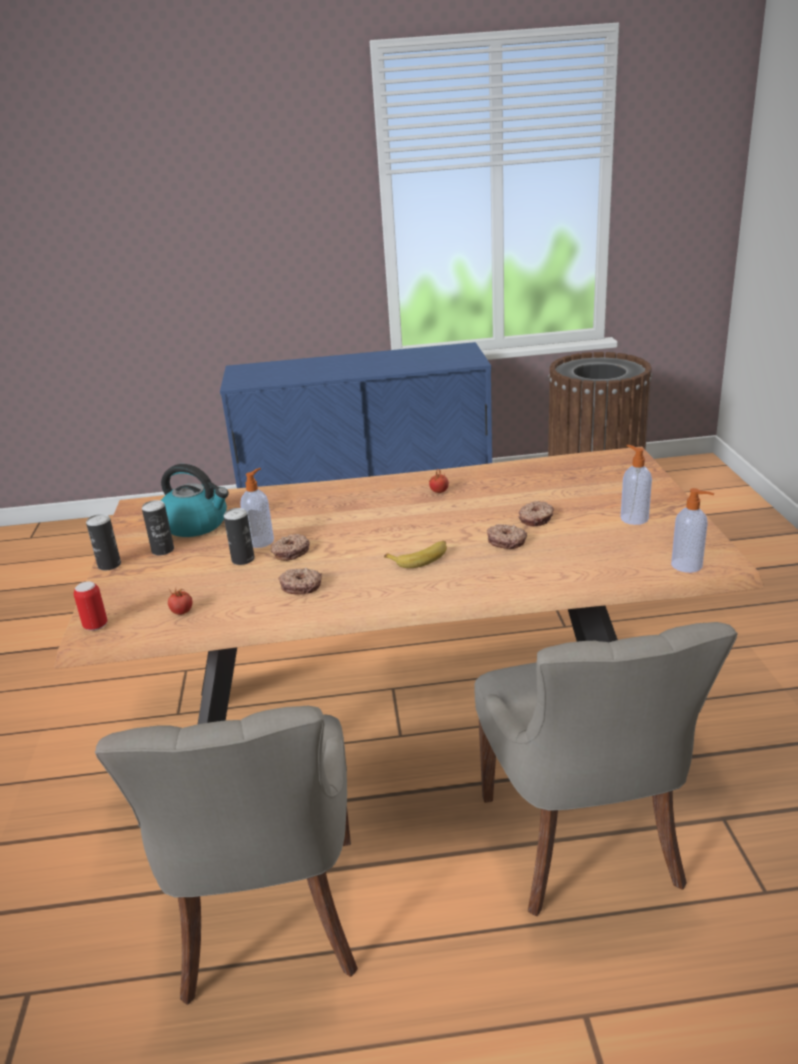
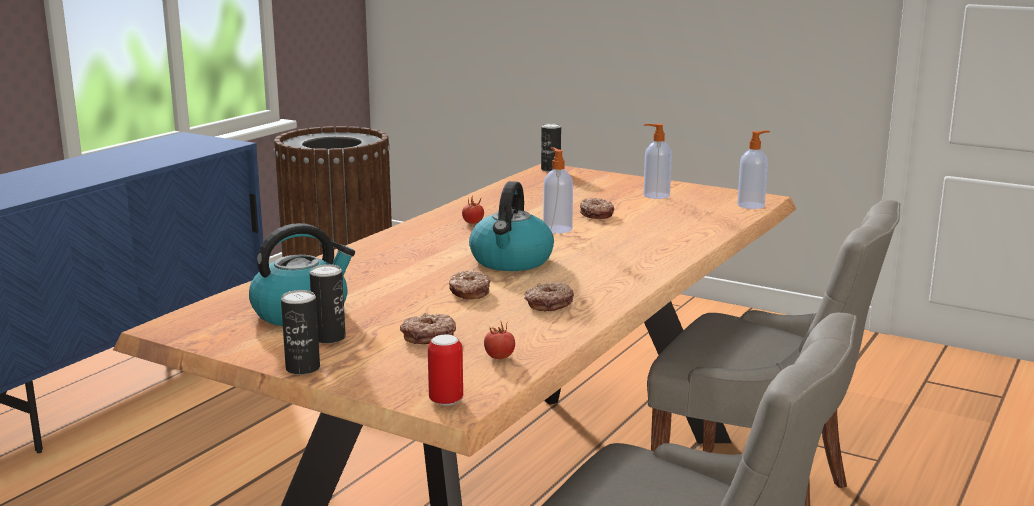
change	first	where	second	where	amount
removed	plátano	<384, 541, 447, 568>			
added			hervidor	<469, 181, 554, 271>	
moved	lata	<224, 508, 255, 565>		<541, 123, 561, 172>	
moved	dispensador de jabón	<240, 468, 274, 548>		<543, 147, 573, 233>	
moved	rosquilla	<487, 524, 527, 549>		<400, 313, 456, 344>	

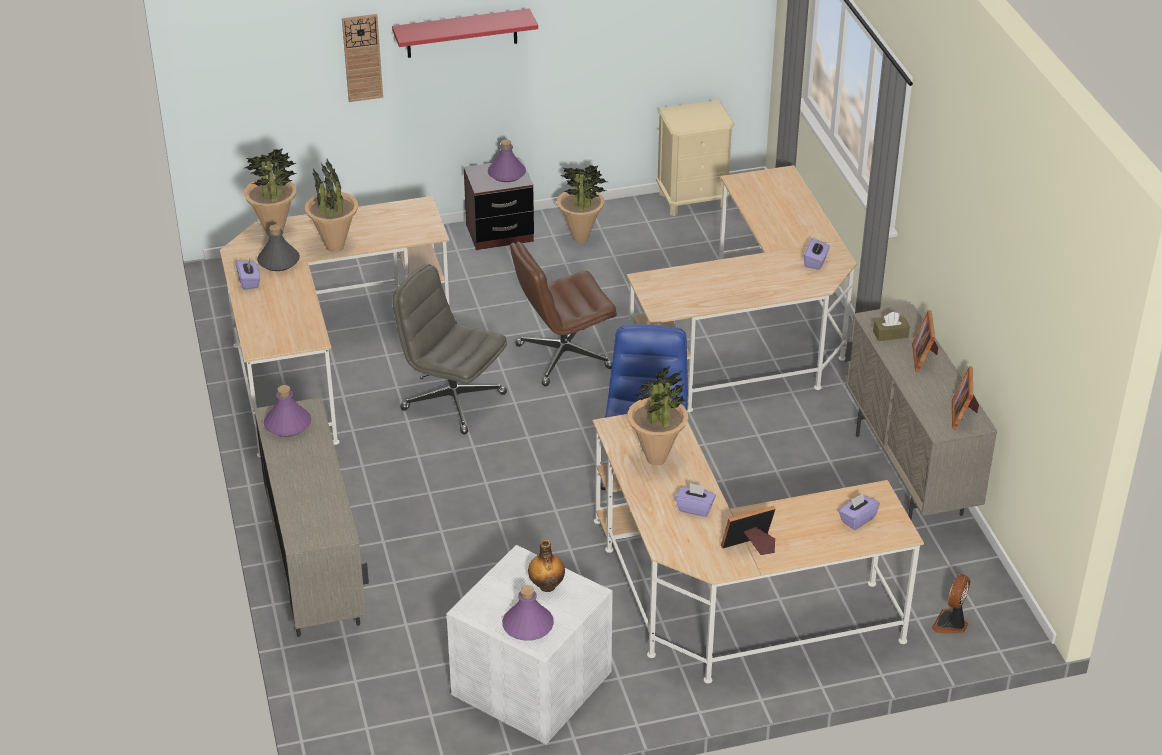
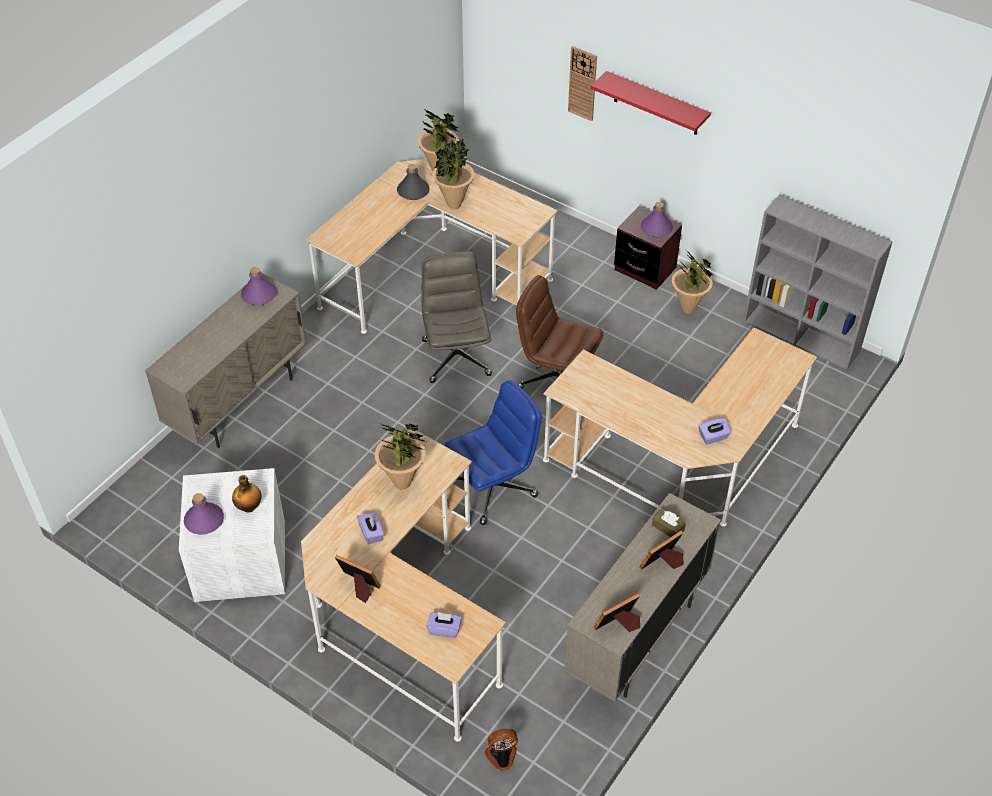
change	first	where	second	where	amount
removed	caja de pañuelos/morado	<236, 258, 260, 290>			
replaced	mesita de noche/beis	<656, 100, 735, 216>	estantería/gris	<743, 194, 893, 370>	

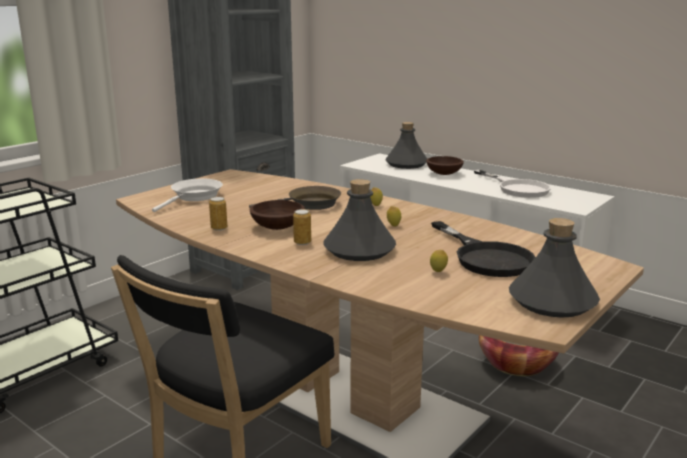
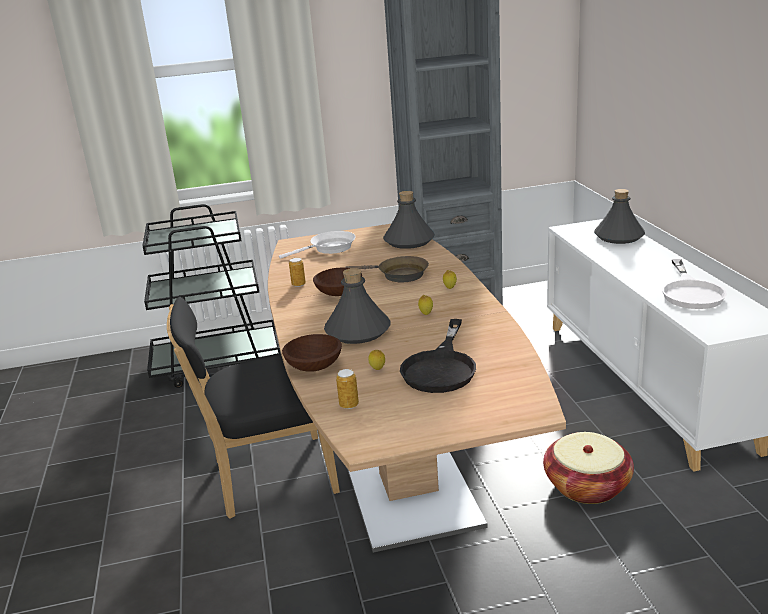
change	first	where	second	where	amount
moved	lata	<293, 209, 311, 245>		<336, 369, 359, 409>	
moved	cuenco/marrón	<426, 156, 464, 175>		<282, 334, 342, 372>	
moved	botella/gris	<509, 218, 600, 318>		<383, 191, 435, 249>	

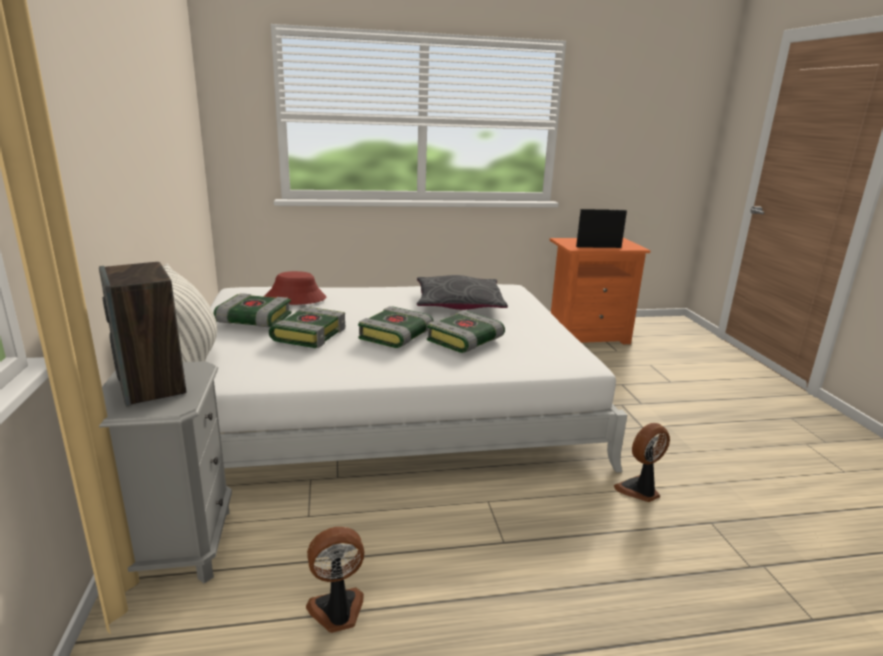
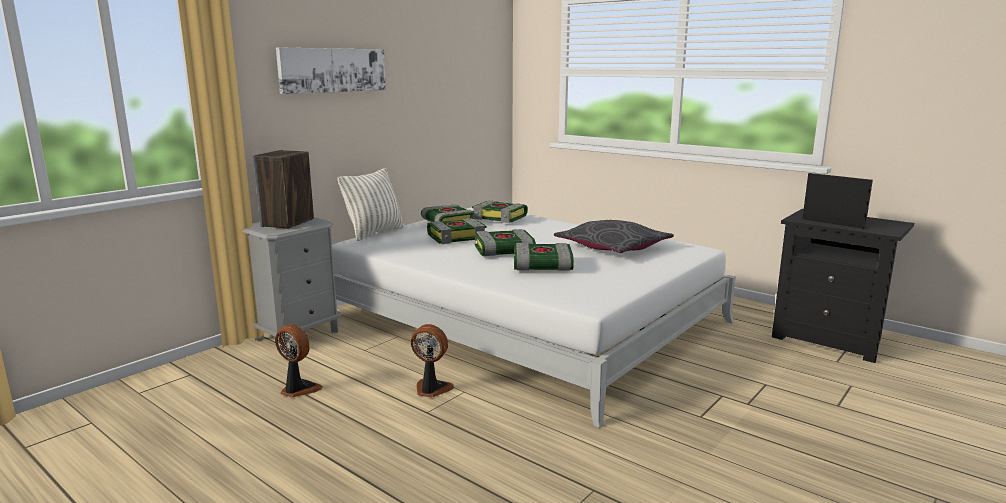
change	first	where	second	where	amount
added			cuadro	<276, 47, 386, 94>	
moved	ventilador	<614, 423, 670, 502>		<411, 324, 454, 398>	
replaced	sombrero/rojo	<264, 271, 326, 305>	libro	<472, 201, 528, 223>	
recoloured	mesita de noche/naranja	<550, 238, 651, 344>	mesita de noche/negro	<772, 209, 914, 363>	

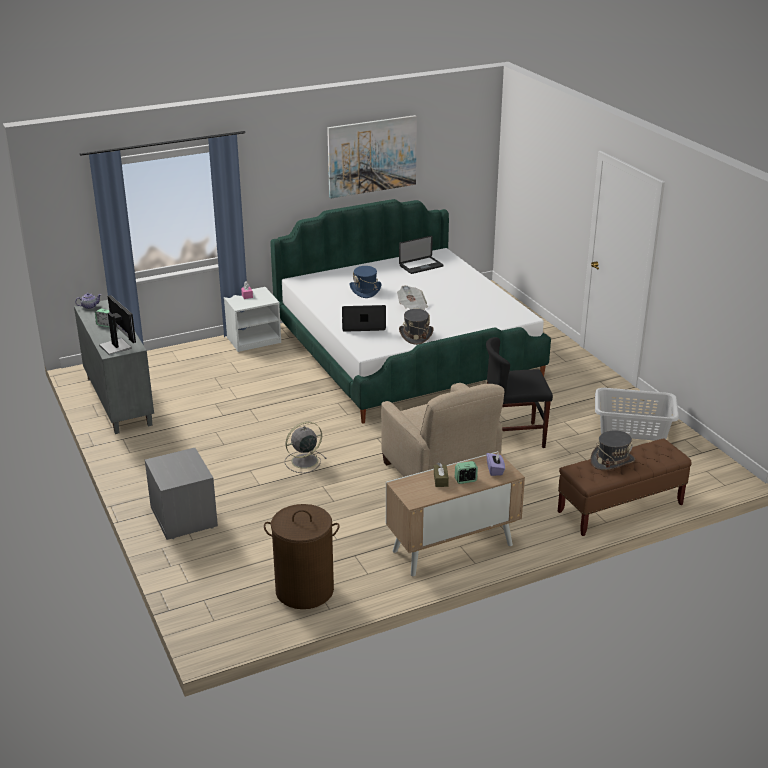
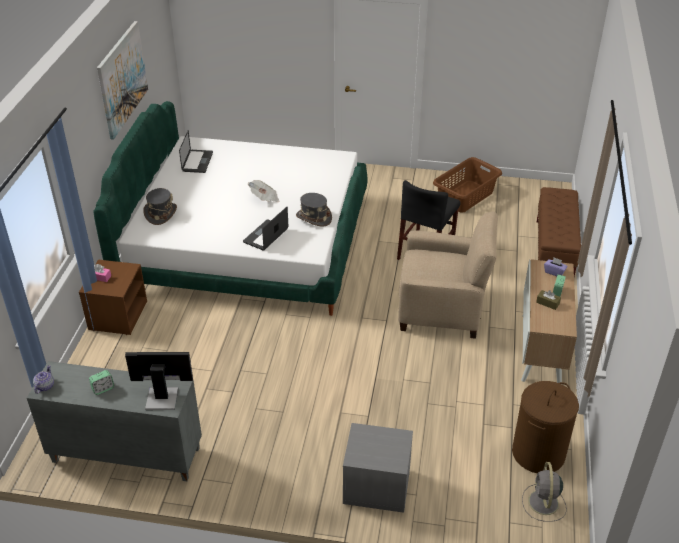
change	first	where	second	where	amount
removed	sombrero/azul	<349, 266, 381, 298>			
moved	ventilador/gris	<285, 422, 327, 473>		<522, 462, 567, 522>	
moved	sombrero/gris	<590, 431, 635, 470>		<143, 188, 177, 225>	
recoloured	mesita de noche/blanco	<224, 287, 281, 352>	mesita de noche/marrón	<79, 260, 147, 335>	
recoloured	cesto de la ropa/gris	<595, 388, 679, 441>	cesto de la ropa/marrón	<433, 157, 502, 213>	

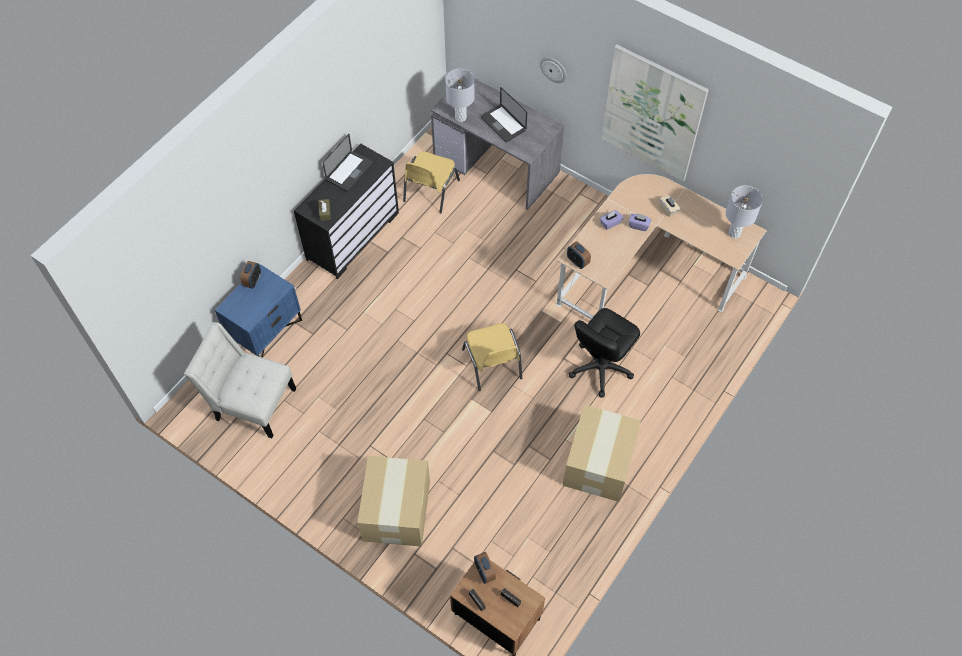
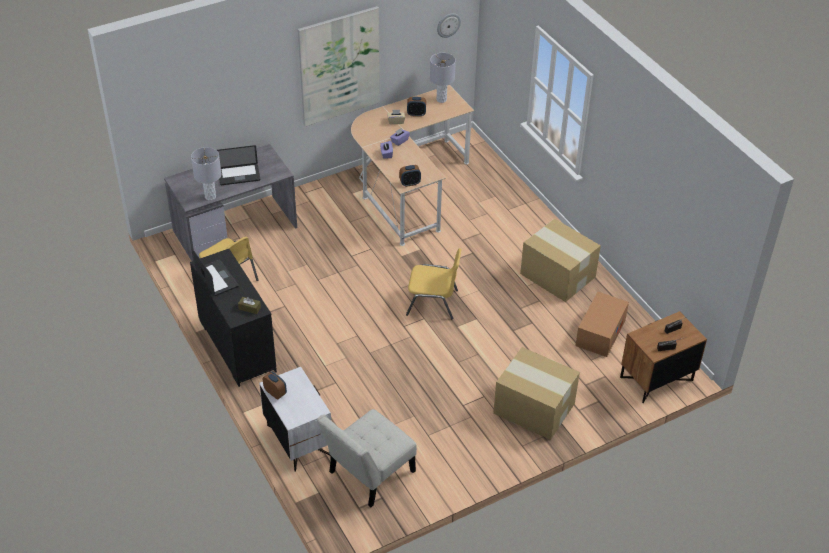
change	first	where	second	where	amount
removed	silla de oficina/negro	<569, 308, 640, 397>			
added			caja de cartón	<575, 292, 629, 357>	
moved	despertador	<474, 552, 496, 584>		<407, 97, 426, 117>	
moved	reloj de pared	<540, 57, 567, 83>		<437, 13, 461, 38>	
recoloured	mesita de noche/azul	<215, 264, 302, 358>	mesita de noche/blanco	<259, 367, 331, 471>	

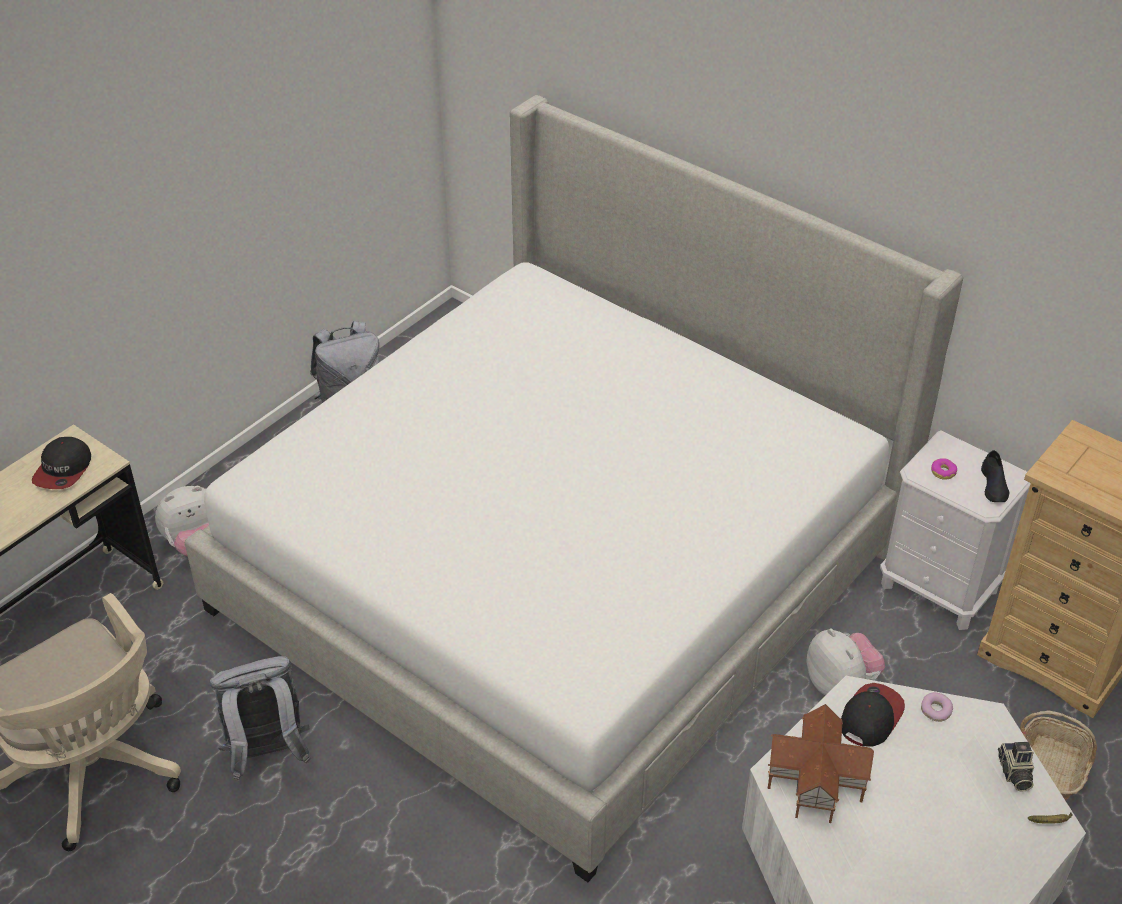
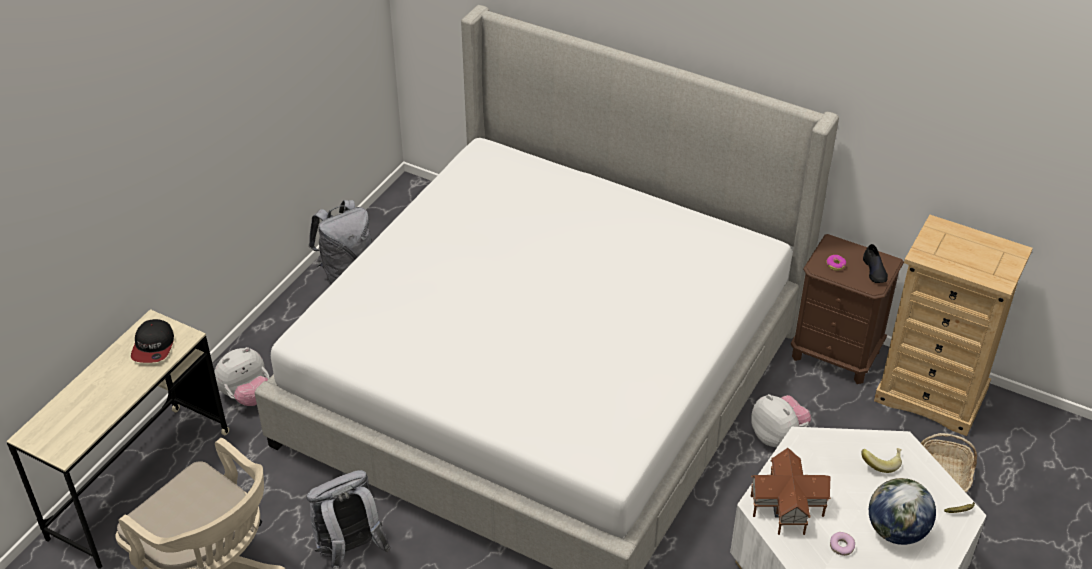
change	first	where	second	where	amount
removed	gorra	<841, 683, 905, 747>			
removed	cámara	<998, 742, 1034, 792>			
added			plátano	<861, 448, 902, 473>	
added			globo terráqueo	<869, 478, 936, 545>	
moved	rosquilla	<921, 692, 953, 722>		<830, 532, 855, 556>	
recoloured	mesita de noche/blanco	<880, 430, 1031, 630>	mesita de noche/marrón	<791, 234, 904, 384>	

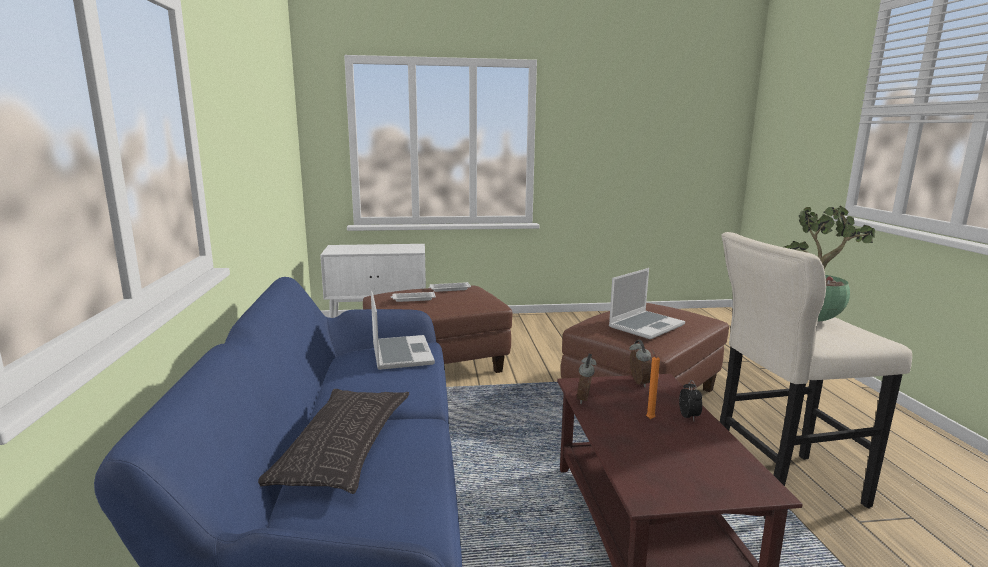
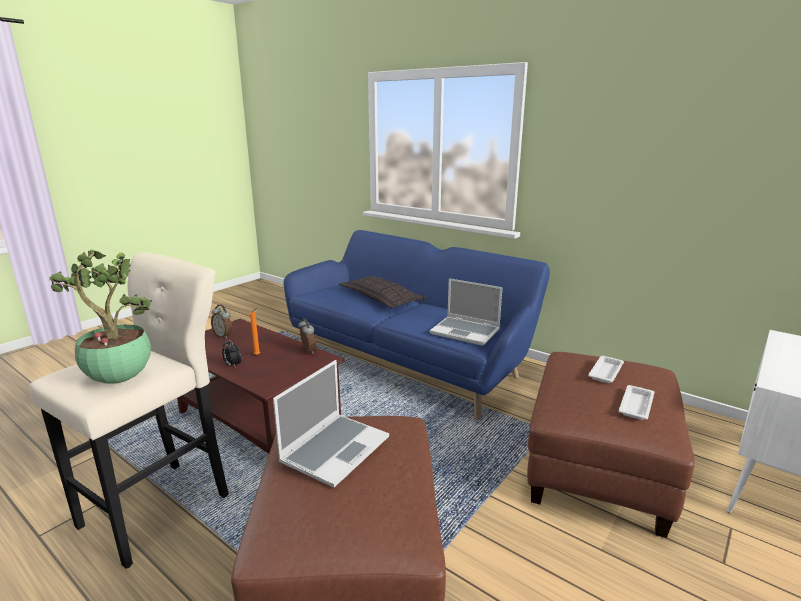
change	first	where	second	where	amount
moved	despertador	<629, 340, 651, 387>		<211, 304, 232, 339>	
turned	portátil	<609, 268, 685, 339>		<273, 360, 389, 487>	150 degrees counterclockwise

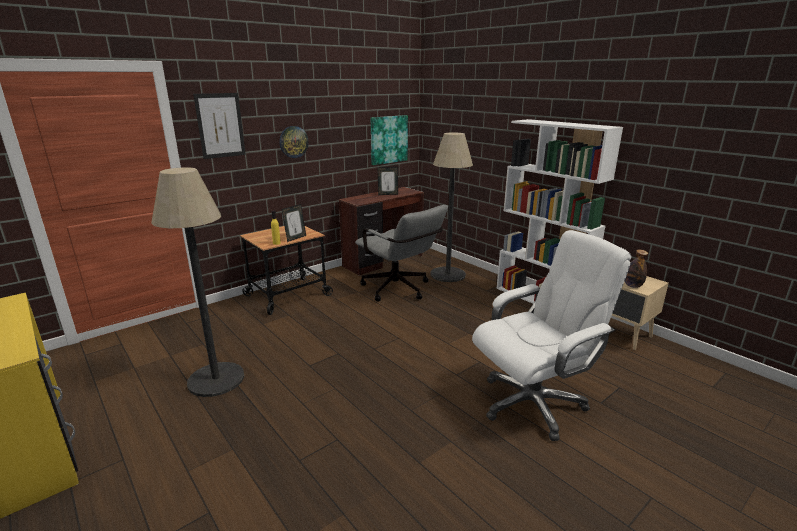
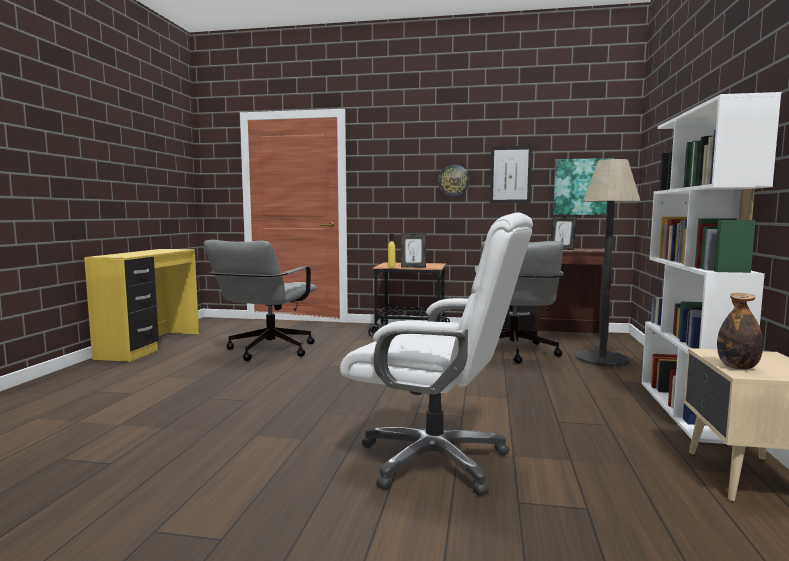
change	first	where	second	where	amount
moved	cuadro	<193, 93, 246, 159>		<490, 145, 532, 203>	
replaced	lámpara de pie	<151, 167, 244, 397>	silla de oficina/gris	<204, 240, 317, 361>	

